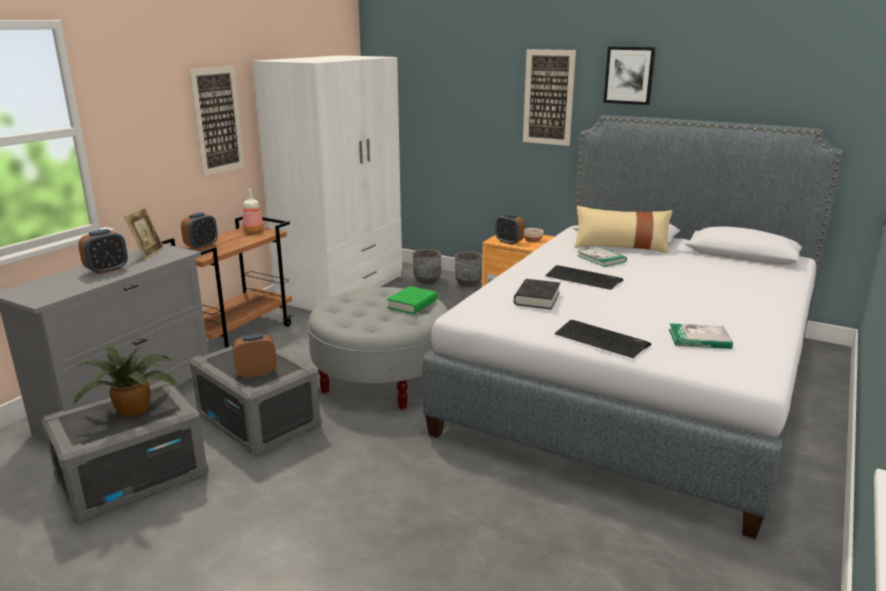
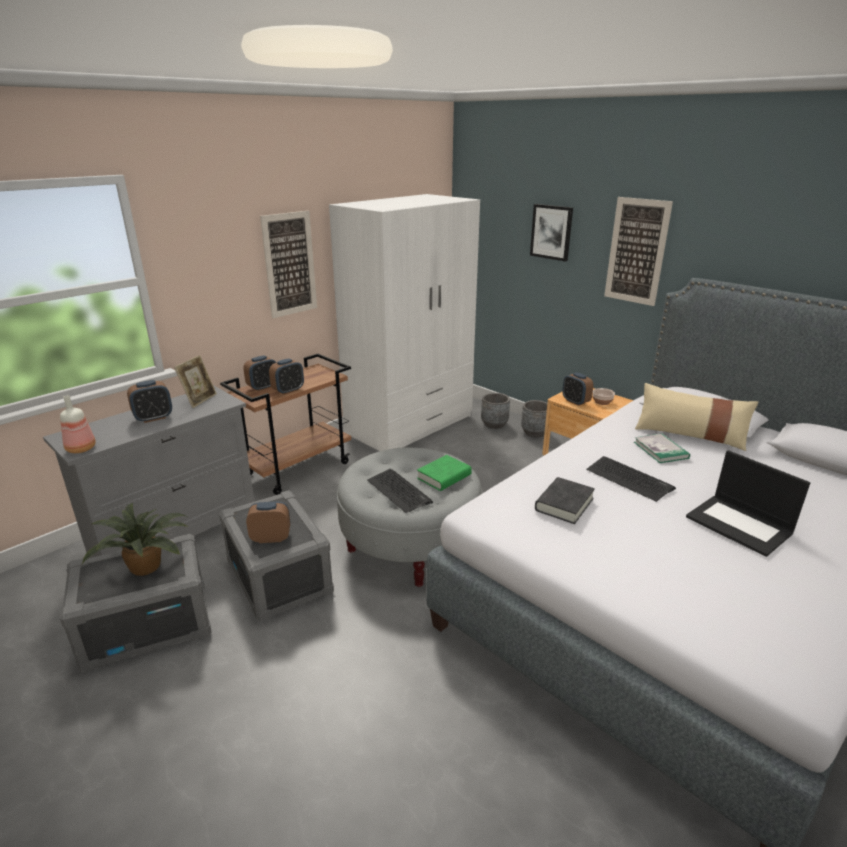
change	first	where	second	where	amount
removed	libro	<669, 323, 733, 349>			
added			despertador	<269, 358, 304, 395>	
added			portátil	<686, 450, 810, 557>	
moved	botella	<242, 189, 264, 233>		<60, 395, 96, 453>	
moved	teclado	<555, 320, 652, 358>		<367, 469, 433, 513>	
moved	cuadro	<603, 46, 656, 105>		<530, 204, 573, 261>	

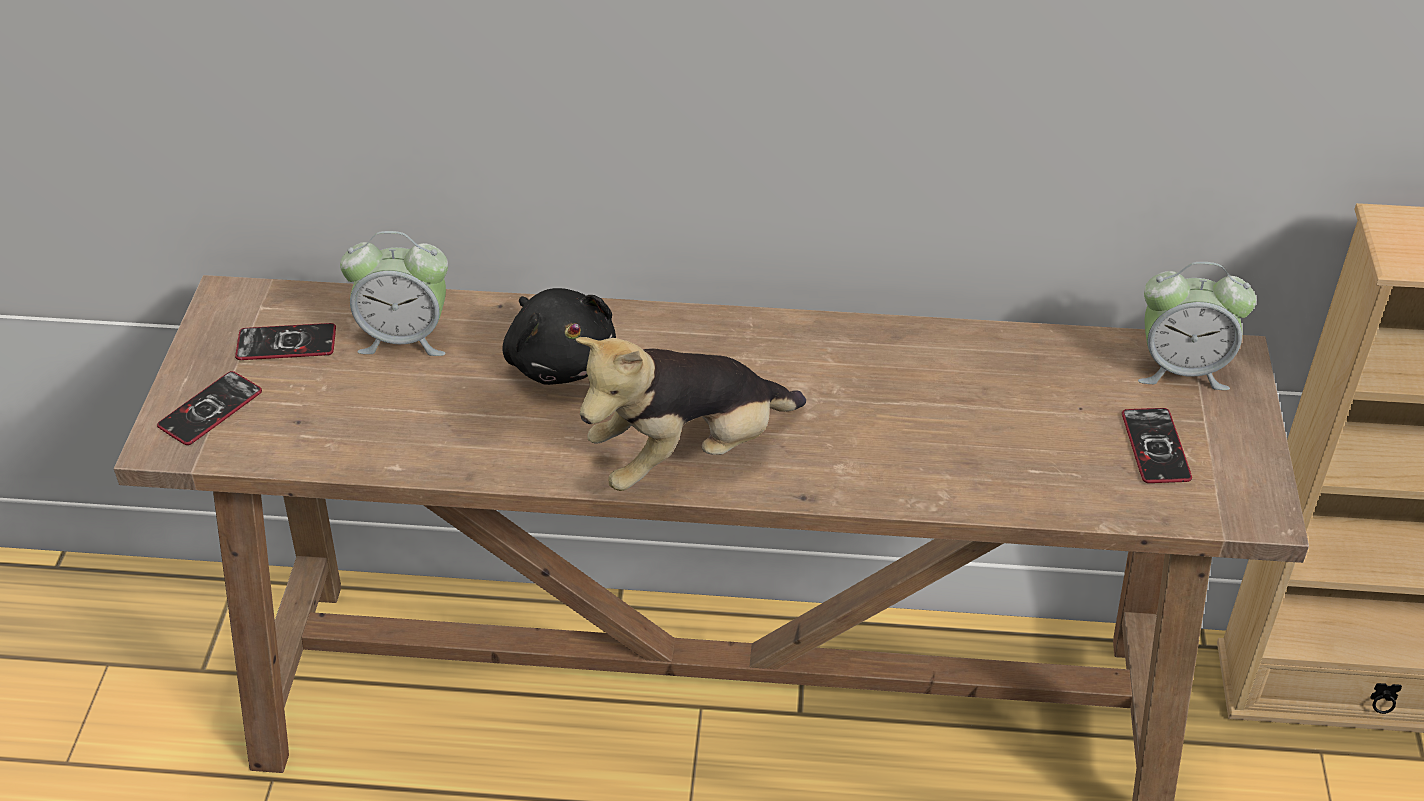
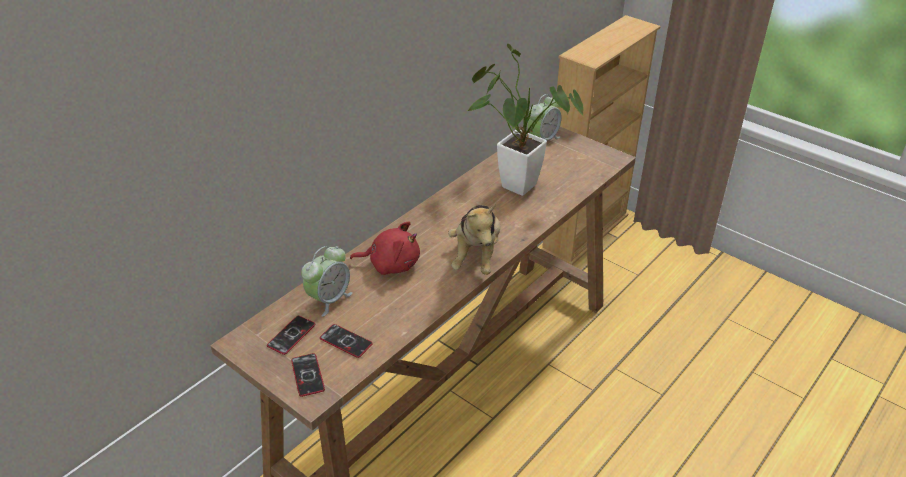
change	first	where	second	where	amount
added			planta en maceta	<467, 44, 584, 196>	
moved	móvil	<1122, 408, 1192, 483>		<320, 324, 373, 358>	
recoloured	peluche/negro	<502, 288, 616, 385>	peluche/rojo	<350, 221, 420, 275>	

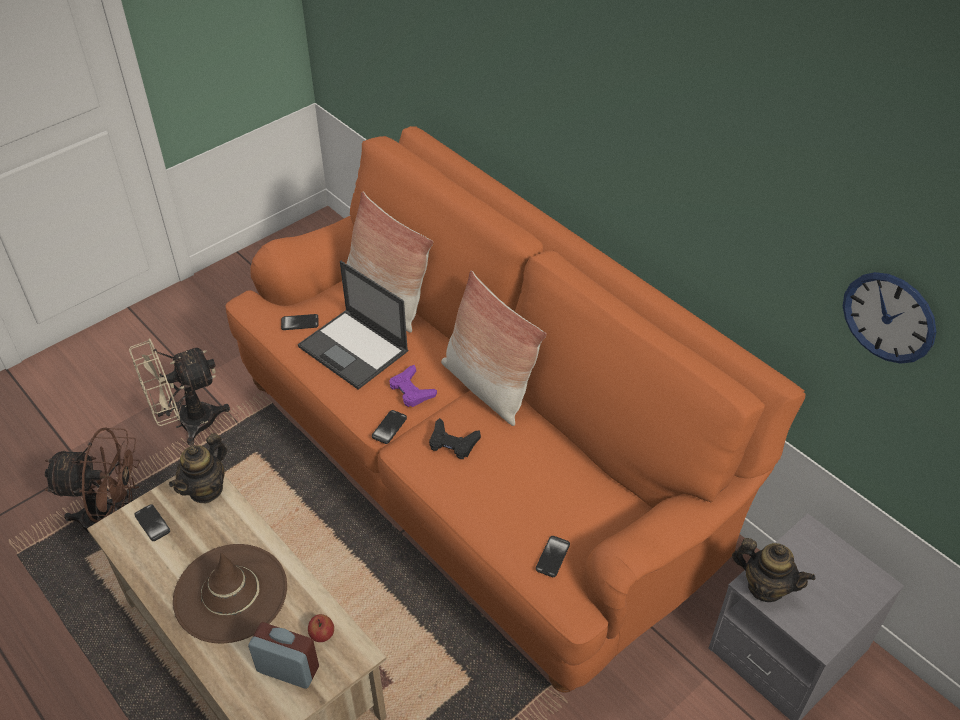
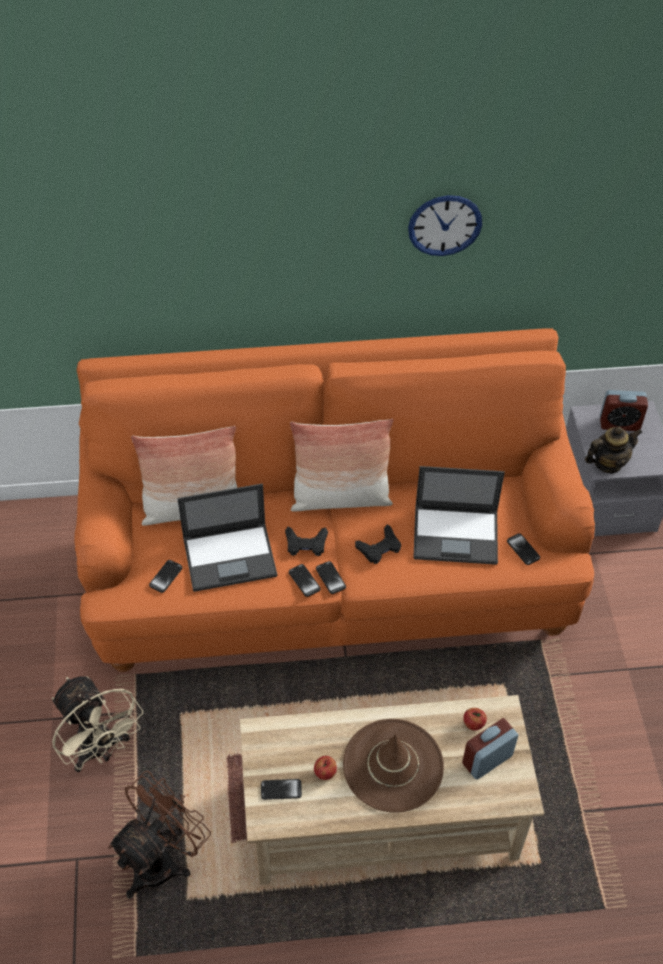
change	first	where	second	where	amount
removed	tetera	<169, 433, 227, 504>			
added			móvil	<289, 564, 321, 597>	
added			manzana	<314, 756, 337, 780>	
added			portátil	<413, 466, 505, 565>	
added			despertador	<600, 390, 648, 431>	
moved	reloj de pared	<843, 272, 937, 364>		<408, 195, 482, 256>	
recoloured	mando de consola/morado	<389, 365, 437, 407>	mando de consola/negro	<285, 527, 328, 556>	
turned	ventilador/beis	<129, 339, 230, 446>		<52, 676, 143, 772>	45 degrees counterclockwise

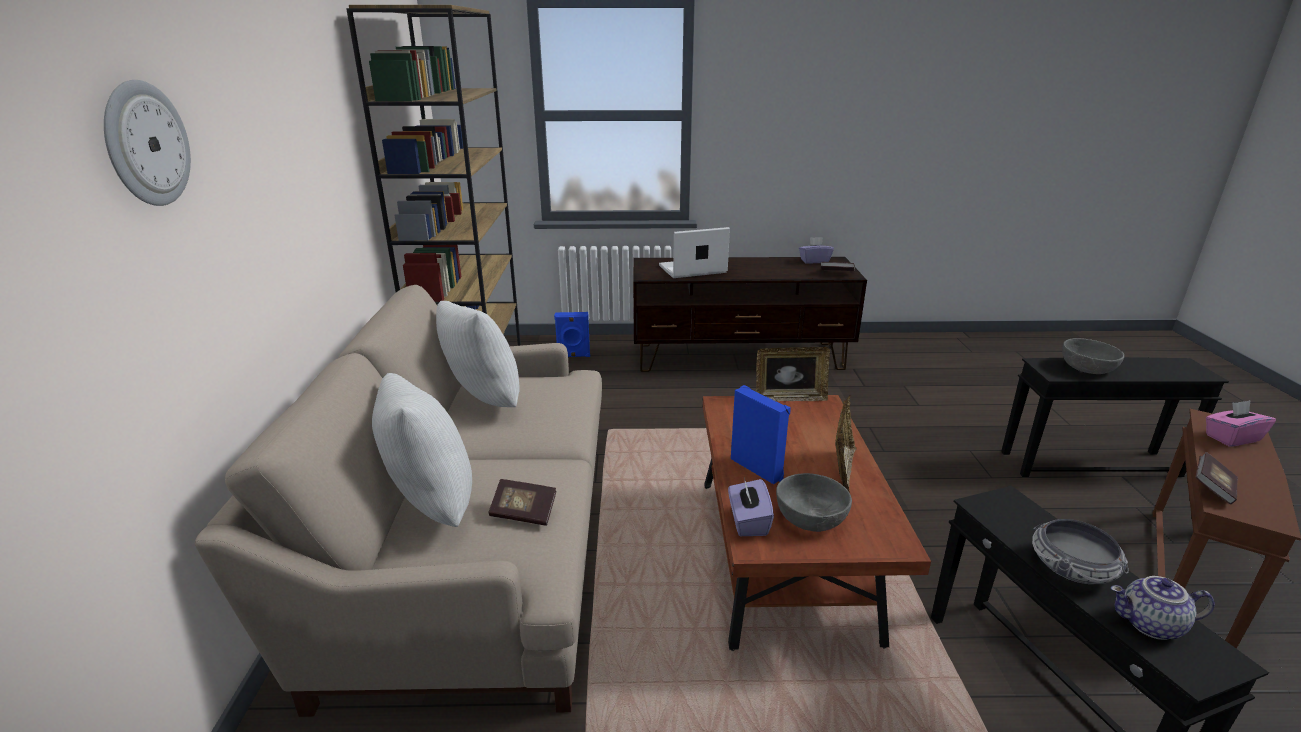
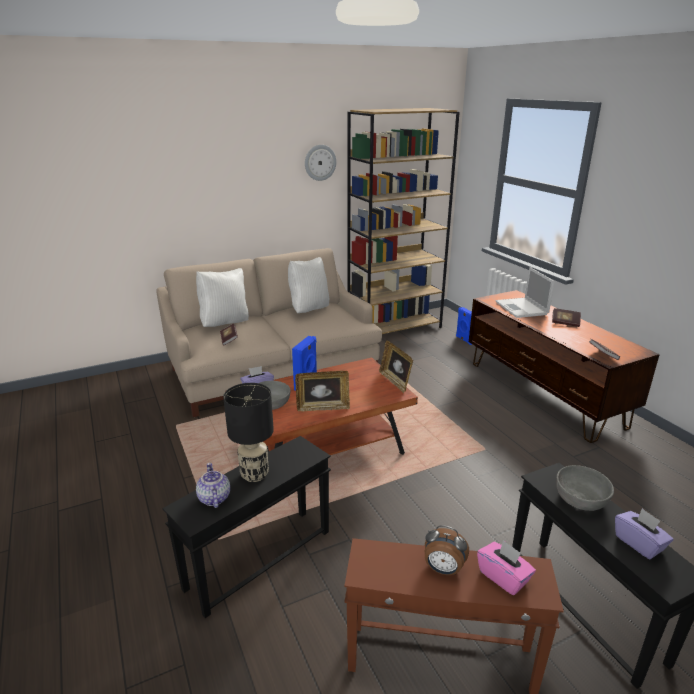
change	first	where	second	where	amount
added			despertador	<425, 525, 469, 575>	
moved	reloj de pared	<104, 80, 191, 206>		<305, 145, 336, 181>	
moved	caja de pañuelos/morado	<799, 237, 834, 264>		<615, 508, 673, 559>	
moved	libro	<1196, 452, 1238, 504>		<552, 308, 581, 327>	
replaced	cuenco	<1032, 519, 1129, 584>	lámpara de mesa/negro	<223, 383, 274, 482>	
turned	portátil	<659, 227, 730, 278>		<496, 267, 555, 318>	150 degrees counterclockwise

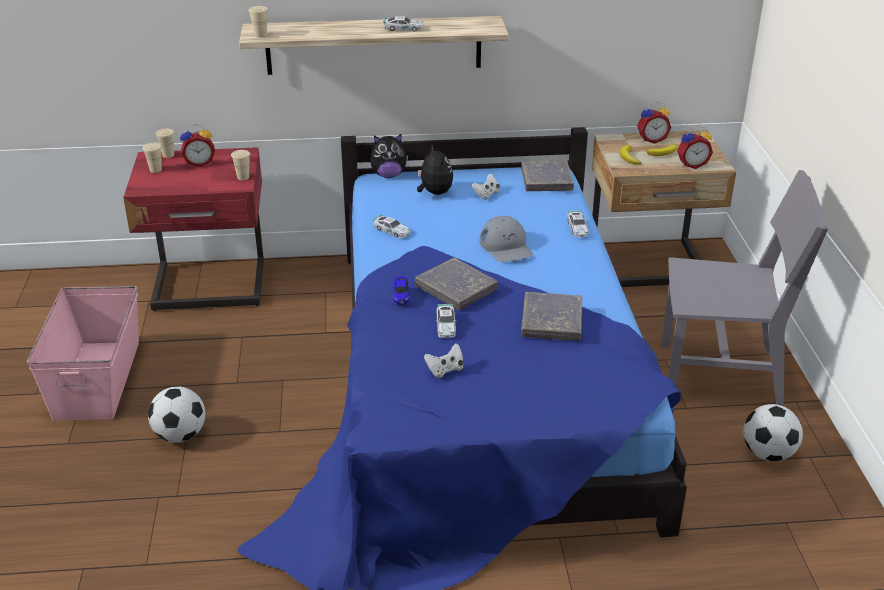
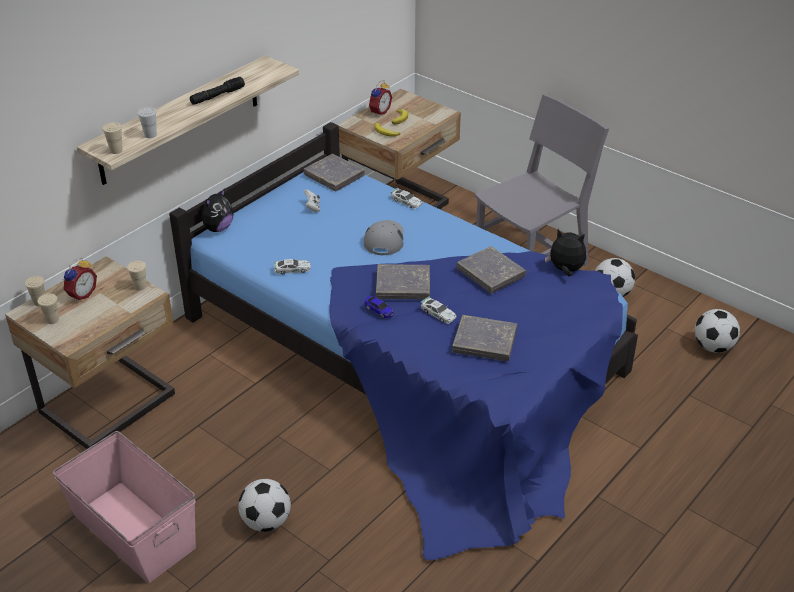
change	first	where	second	where	amount
removed	despertador	<677, 126, 713, 169>			
added			taza/blanco	<137, 107, 157, 138>	
added			balón de fútbol	<695, 309, 740, 353>	
moved	peluche	<417, 145, 453, 195>		<545, 229, 586, 276>	
replaced	coche de juguete	<383, 16, 424, 32>	linterna/negro	<190, 77, 245, 105>	
replaced	mando de consola/blanco	<424, 343, 463, 378>	libro/gris	<452, 315, 517, 361>	
recoloured	mesita de noche/rojo	<123, 147, 264, 311>	mesita de noche/beis	<5, 256, 175, 449>	
turned	gorra/gris	<480, 216, 533, 262>		<364, 220, 404, 255>	105 degrees counterclockwise

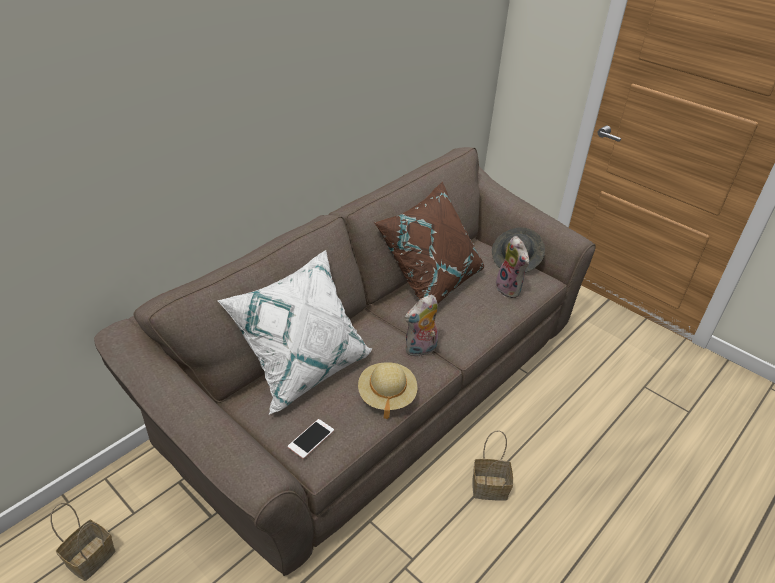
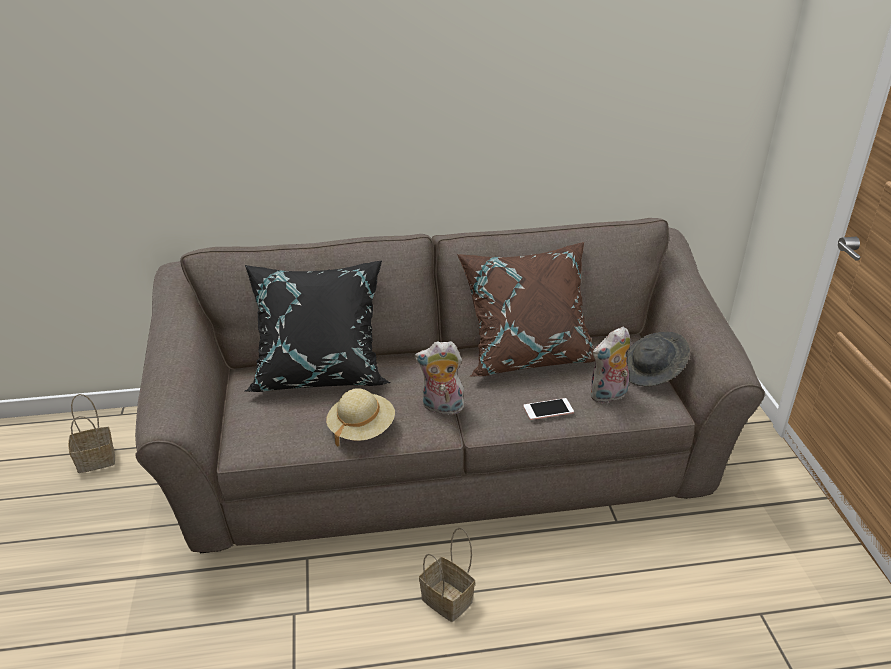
change	first	where	second	where	amount
moved	móvil	<288, 419, 334, 459>		<523, 398, 574, 420>	
recoloured	cojín/blanco	<218, 250, 373, 414>	cojín/negro	<245, 260, 391, 392>	
turned	peluche	<496, 236, 529, 298>		<590, 327, 630, 403>	45 degrees clockwise

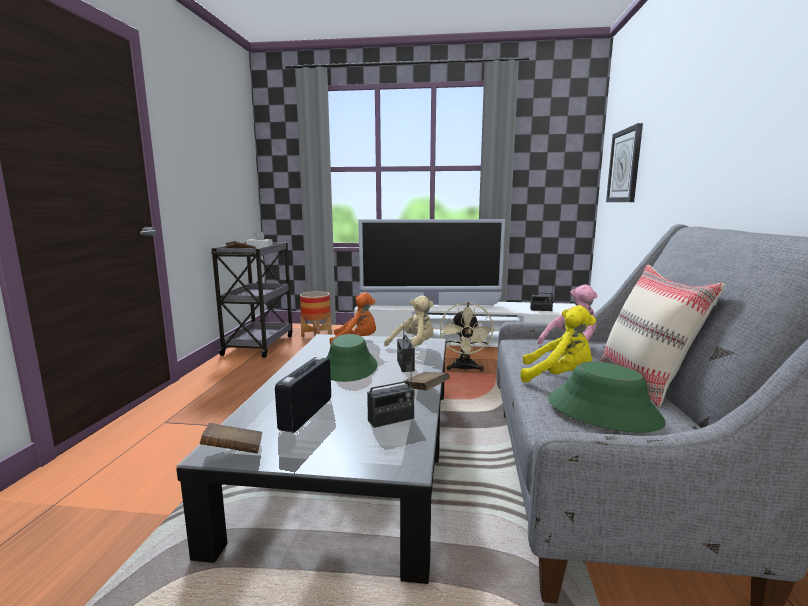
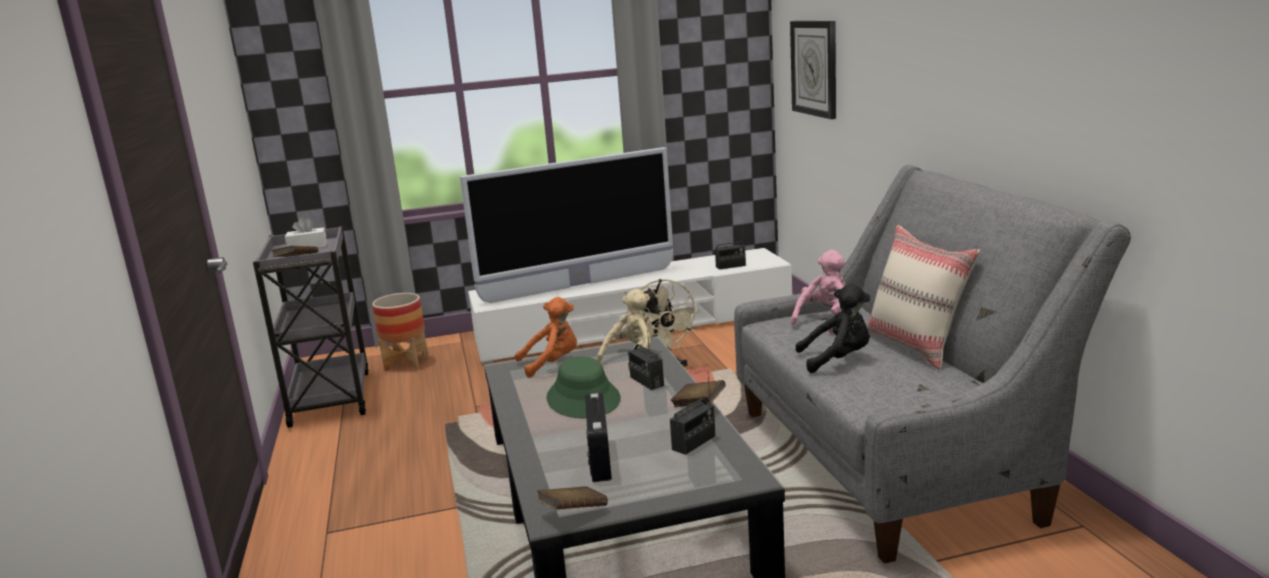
change	first	where	second	where	amount
removed	sombrero/verde	<548, 361, 666, 433>			
recoloured	peluche/amarillo	<521, 305, 596, 383>	peluche/negro	<796, 284, 870, 373>	

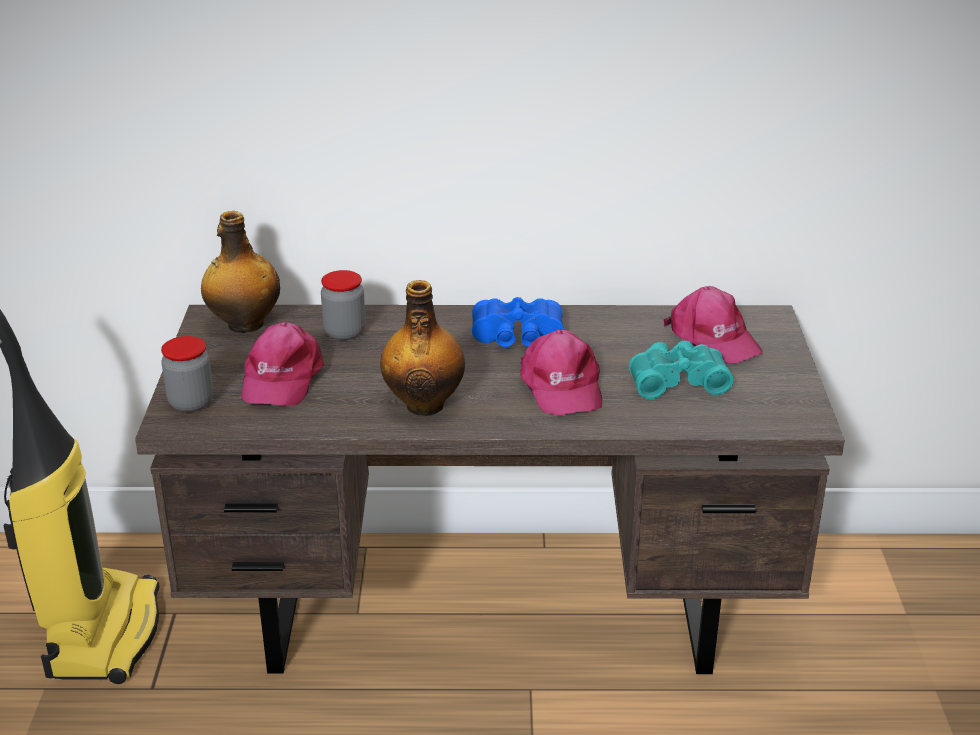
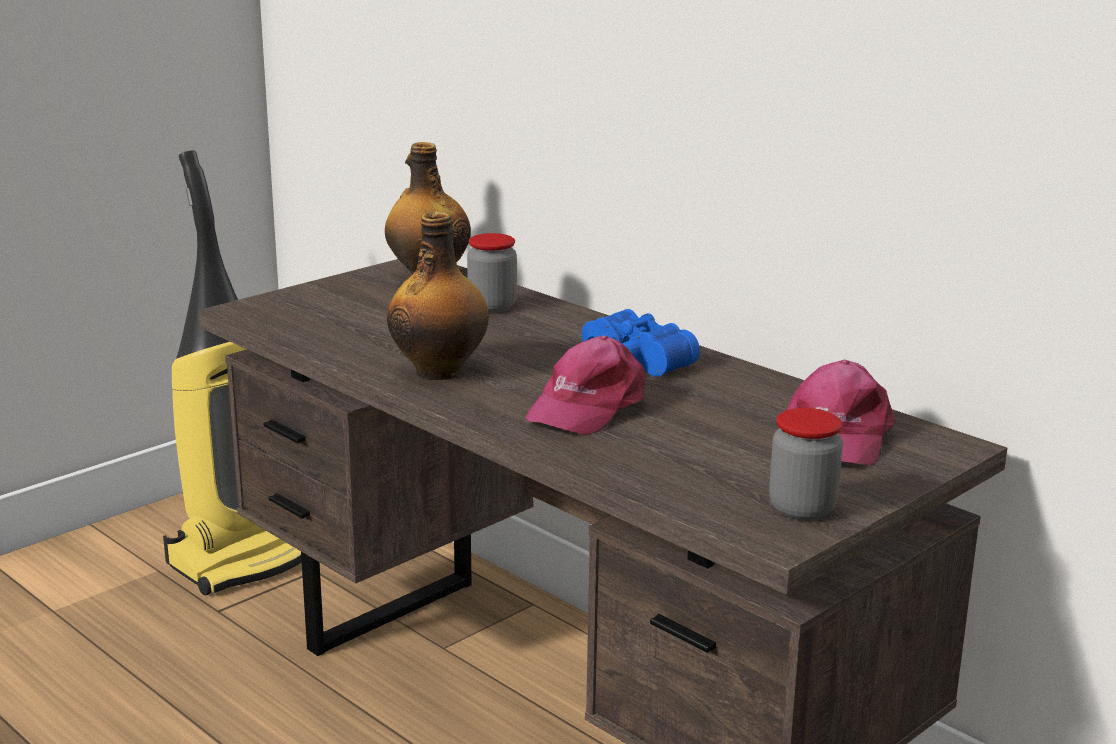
change	first	where	second	where	amount
removed	gorra/rosa	<242, 322, 324, 405>			
removed	prismáticos/turquesa	<629, 340, 734, 399>			
moved	tarro	<161, 336, 213, 412>		<769, 408, 843, 521>	

